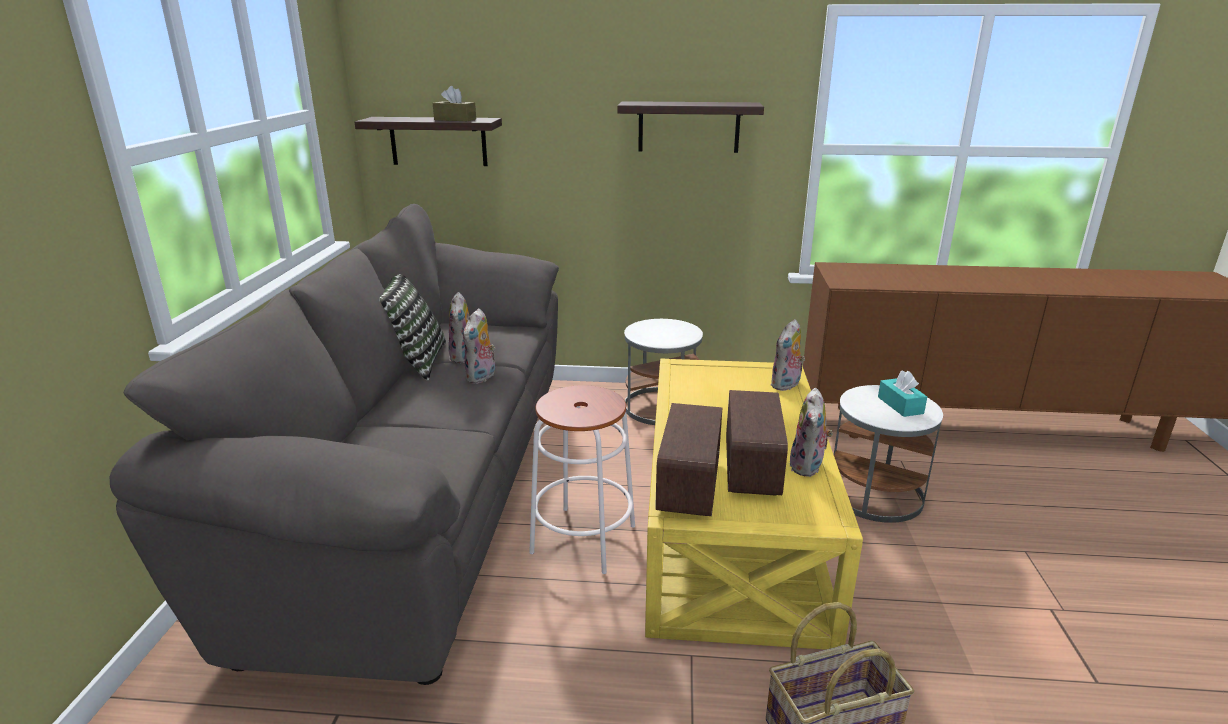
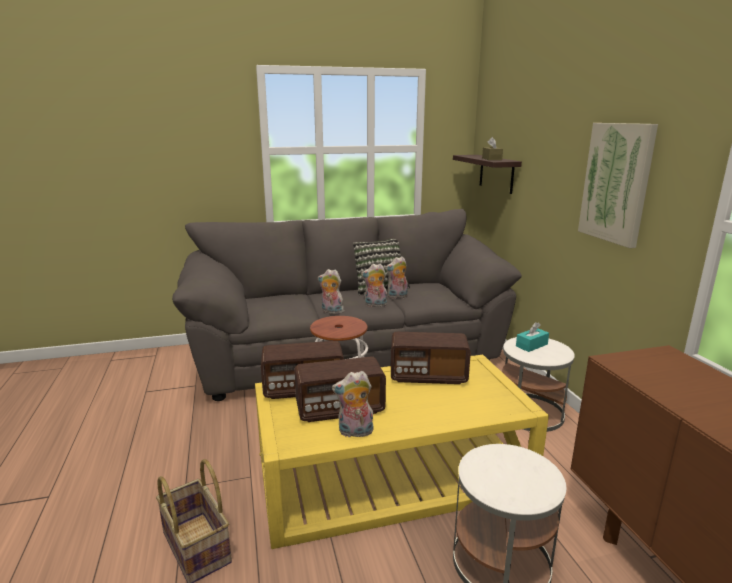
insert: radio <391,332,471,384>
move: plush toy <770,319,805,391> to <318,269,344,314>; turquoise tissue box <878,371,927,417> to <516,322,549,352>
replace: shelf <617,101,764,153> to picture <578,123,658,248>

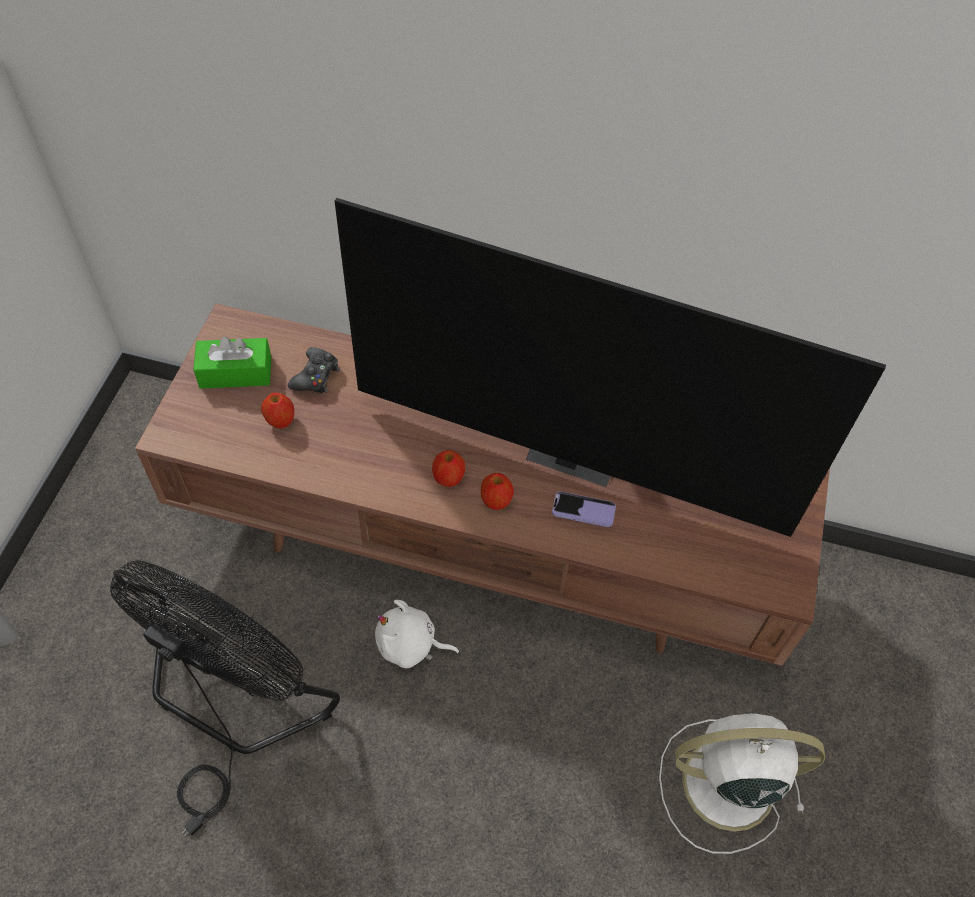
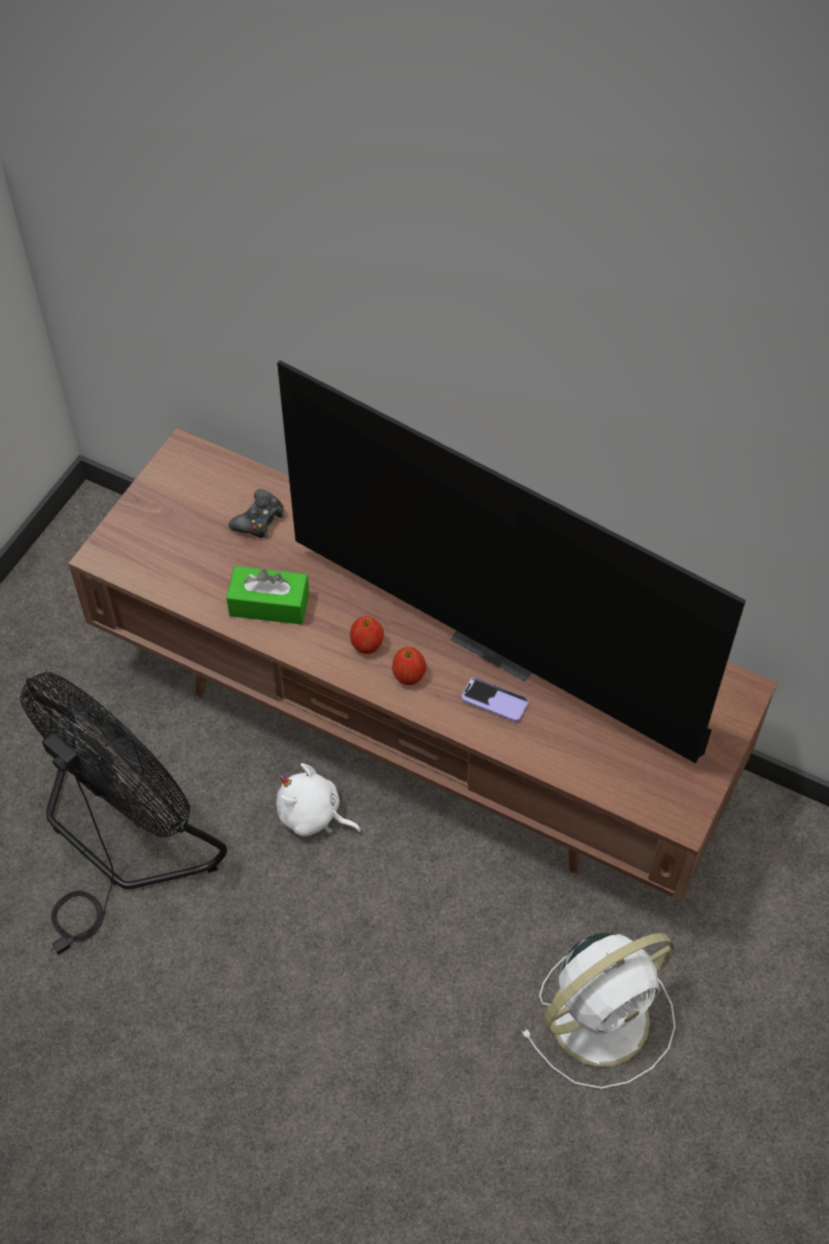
delete: apple <261,393,294,428>
move: green tissue box <193,336,271,389> to <226,566,309,625>
rotate: white fan <659,713,826,854> = <521,933,676,1089> 135 degrees clockwise

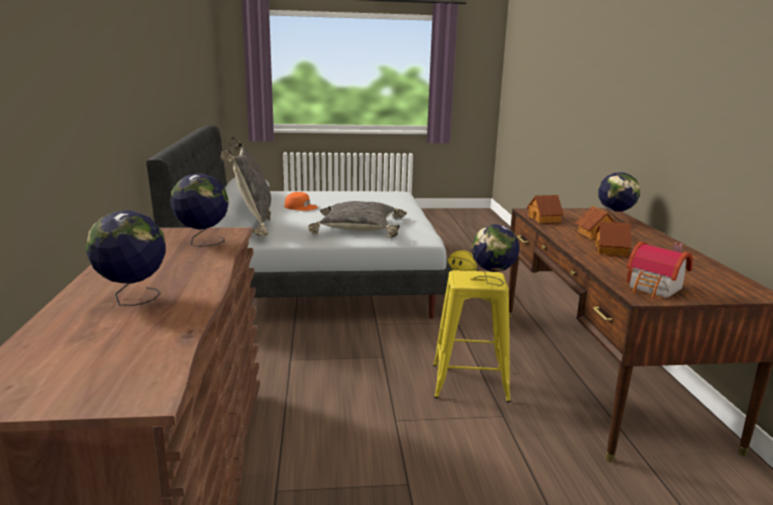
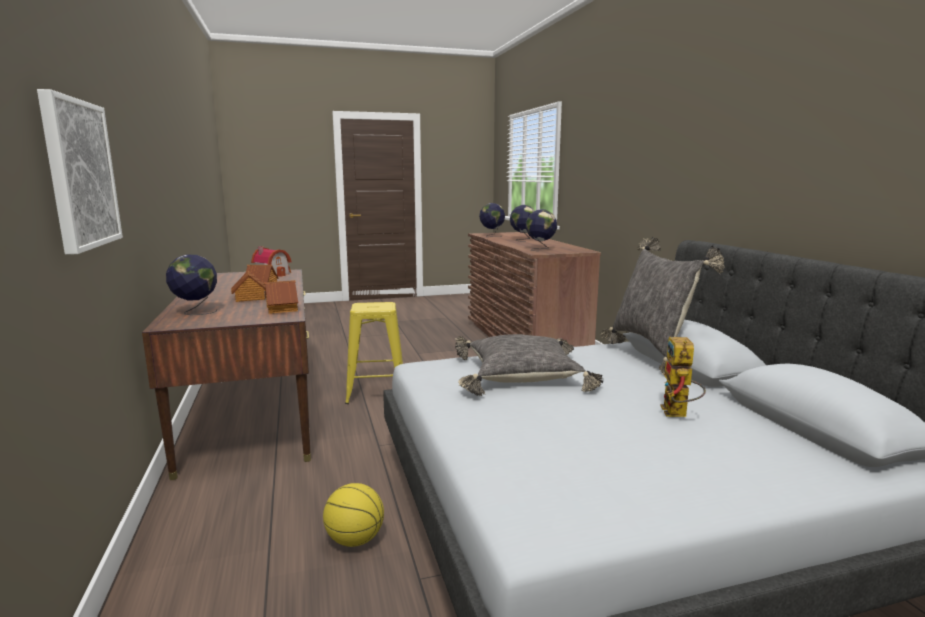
insert: picture <37,89,123,255>
move: globe <471,225,520,286> to <479,203,505,237>
replace: orange cap <285,192,318,211> to toy robot <660,337,706,417>

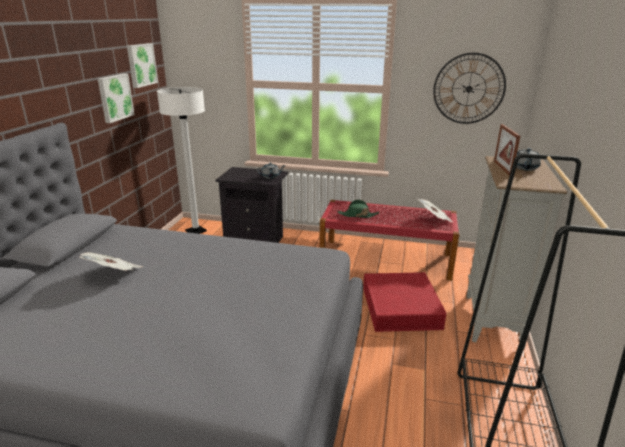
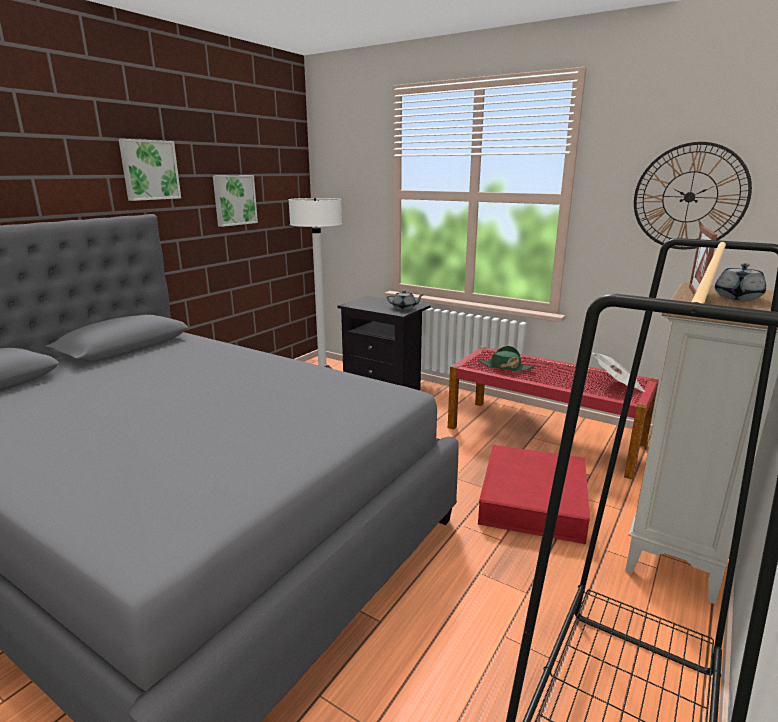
delete: newspaper <79,252,143,271>
move: picture <127,43,158,88> to <119,139,181,201>

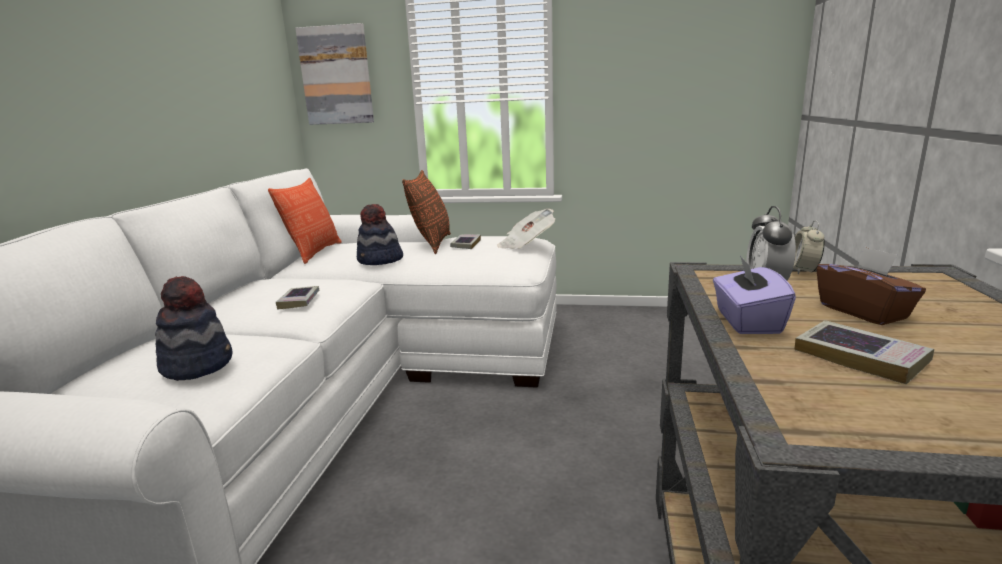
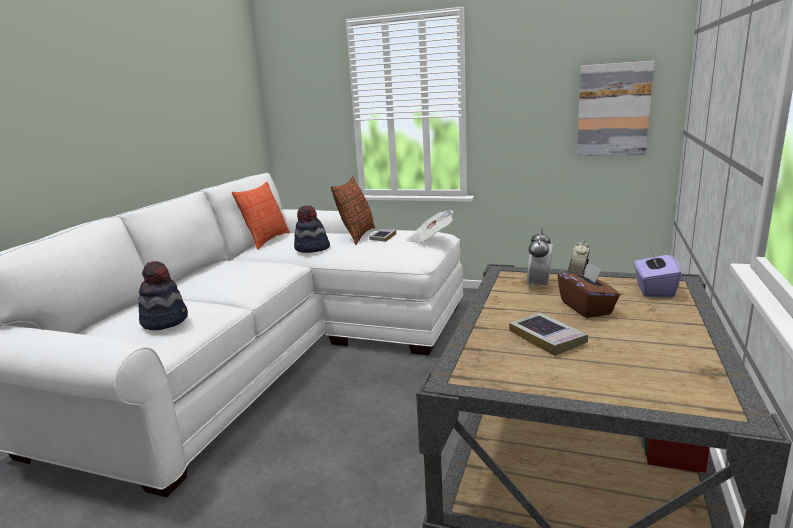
delete: book <276,286,319,309>
move: picture <295,23,374,125> to <576,61,655,156>; purple tissue box <713,255,796,334> to <634,246,681,298>

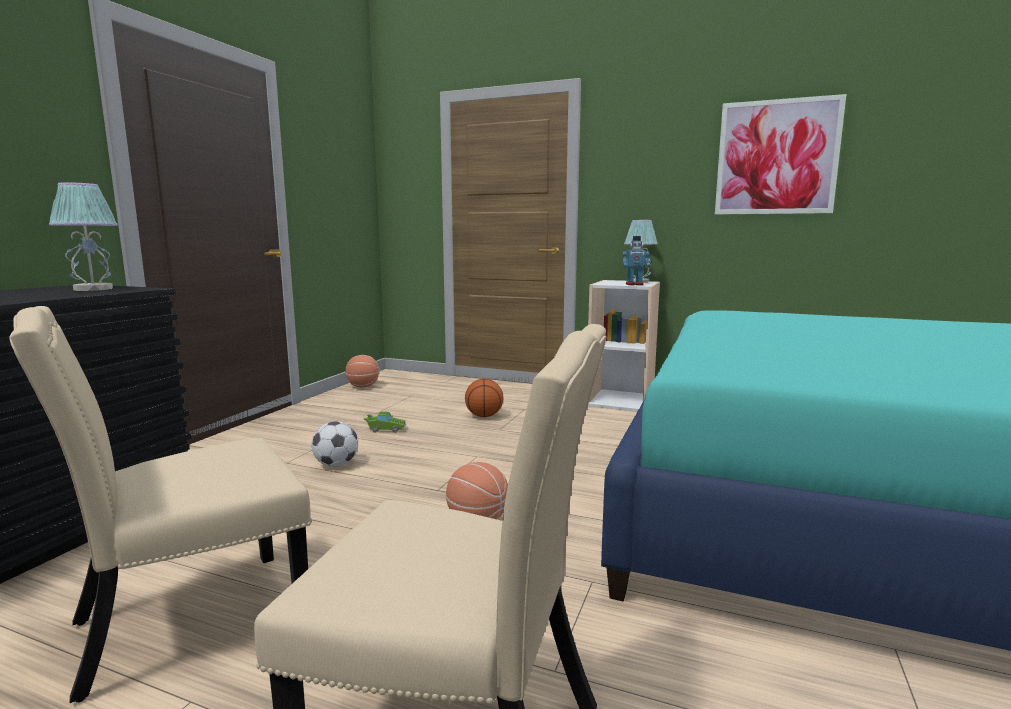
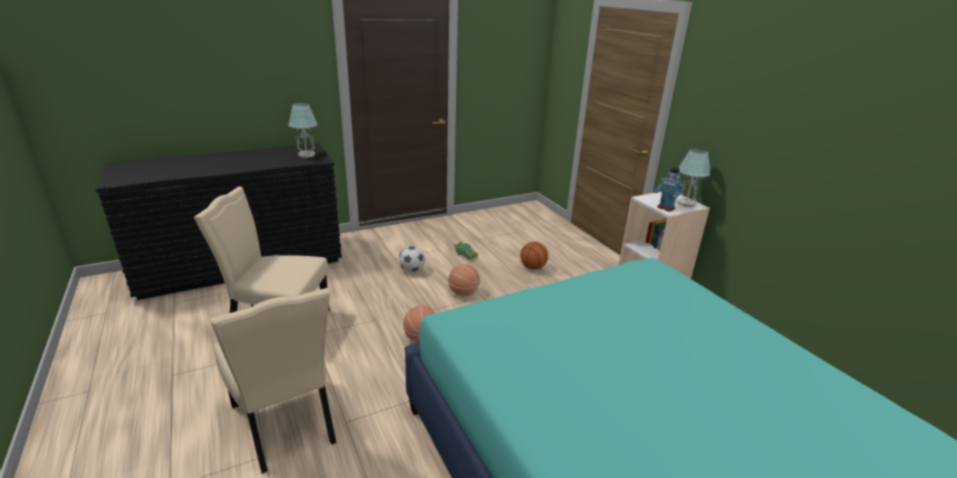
delete: picture <715,94,846,214>
move: basketball <345,355,379,388> to <448,264,480,296>

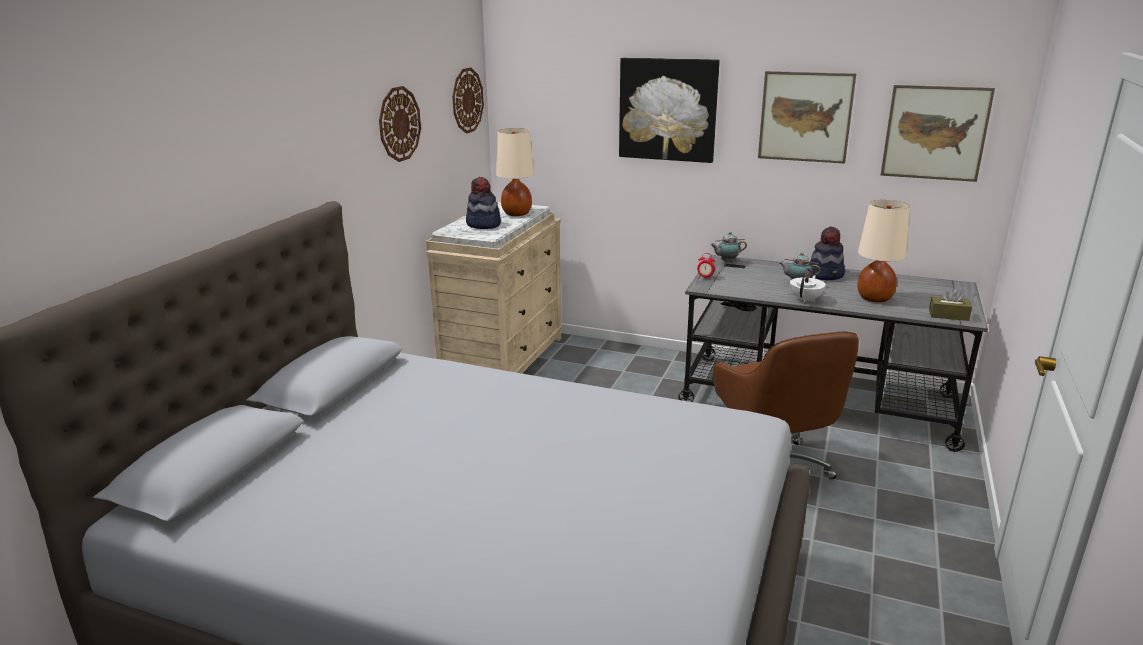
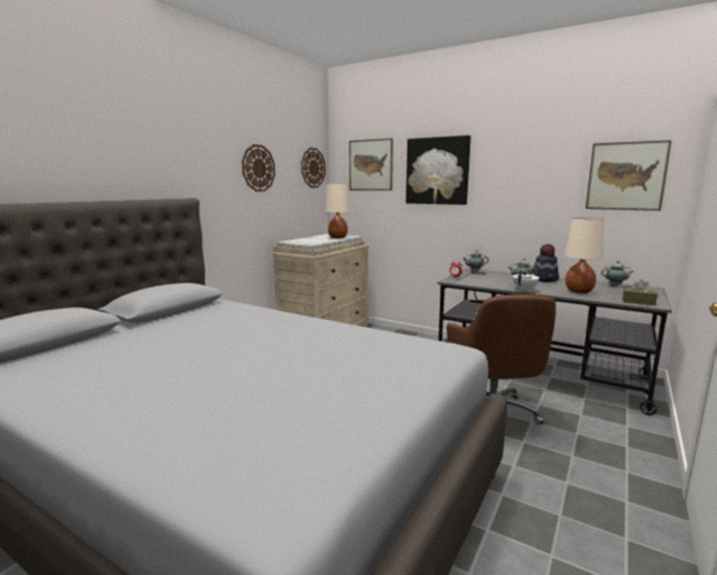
delete: hat <466,177,501,229>
insert: teapot <601,261,634,286>
move: picture <758,71,856,164> to <349,138,393,191>

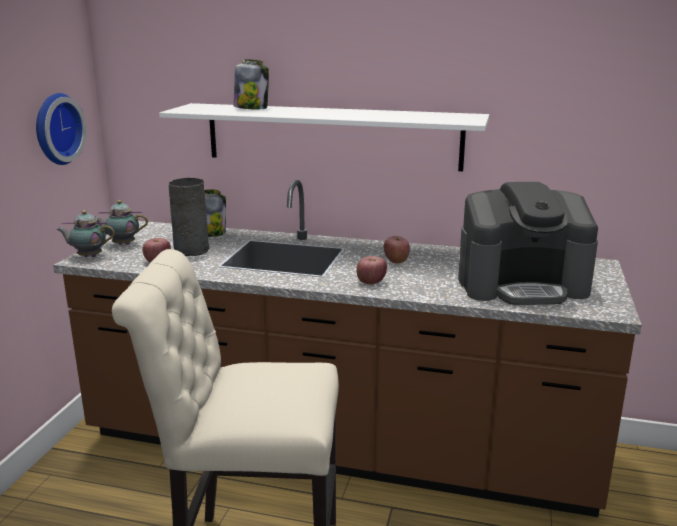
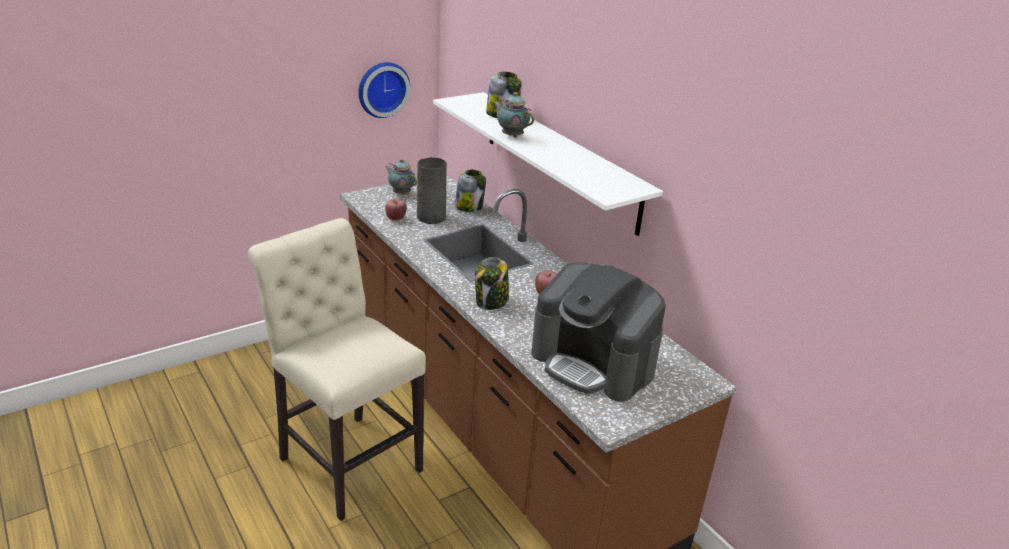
move: teapot <56,210,115,257> to <493,92,534,138>
replace: apple <356,256,387,285> to jar <475,257,509,310>

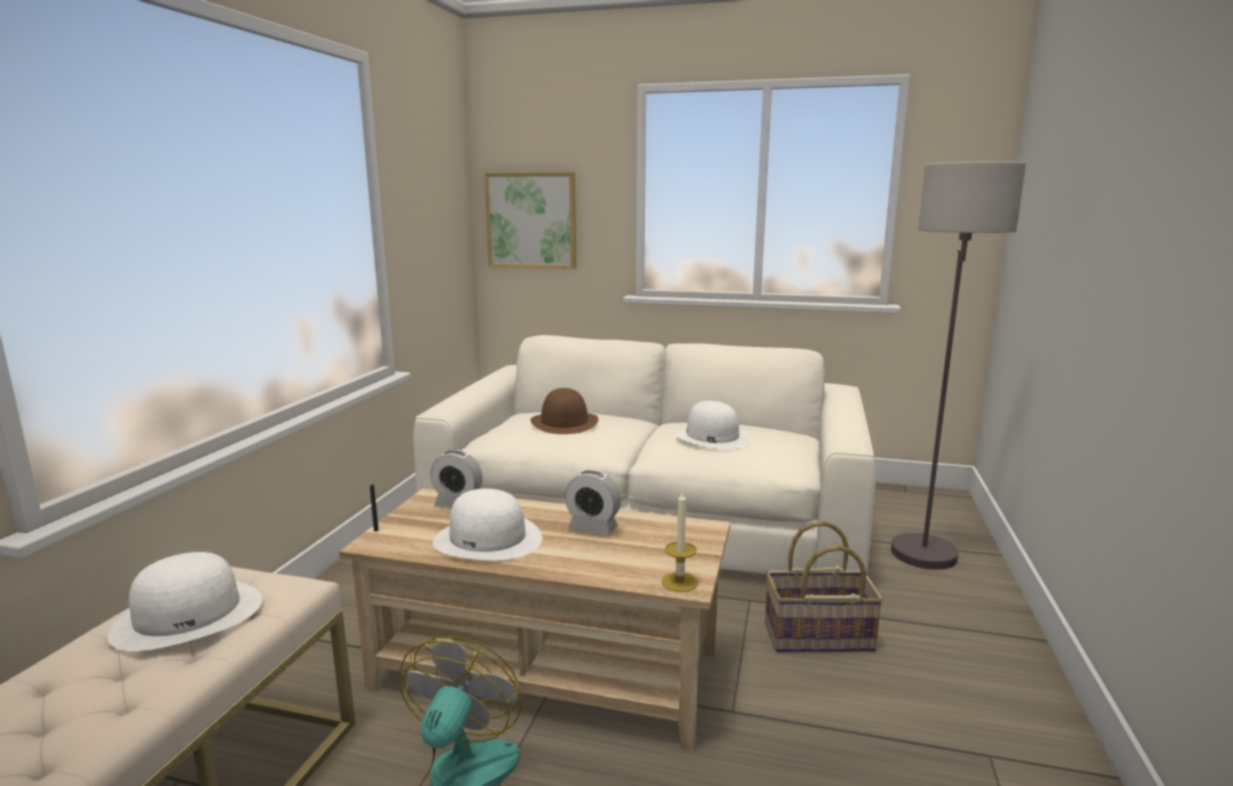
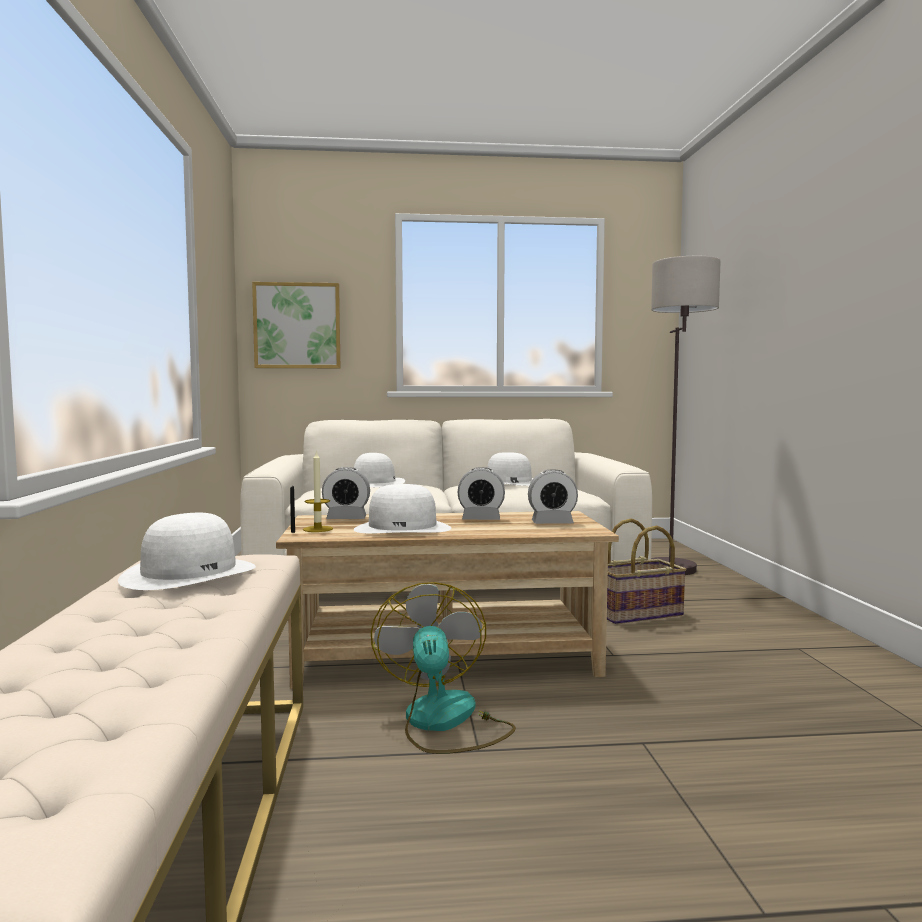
insert: alarm clock <528,469,578,524>
move: candle <662,490,699,592> to <303,450,333,532>
recolor: brown hat <530,388,598,434> to white hat <354,453,405,487>

